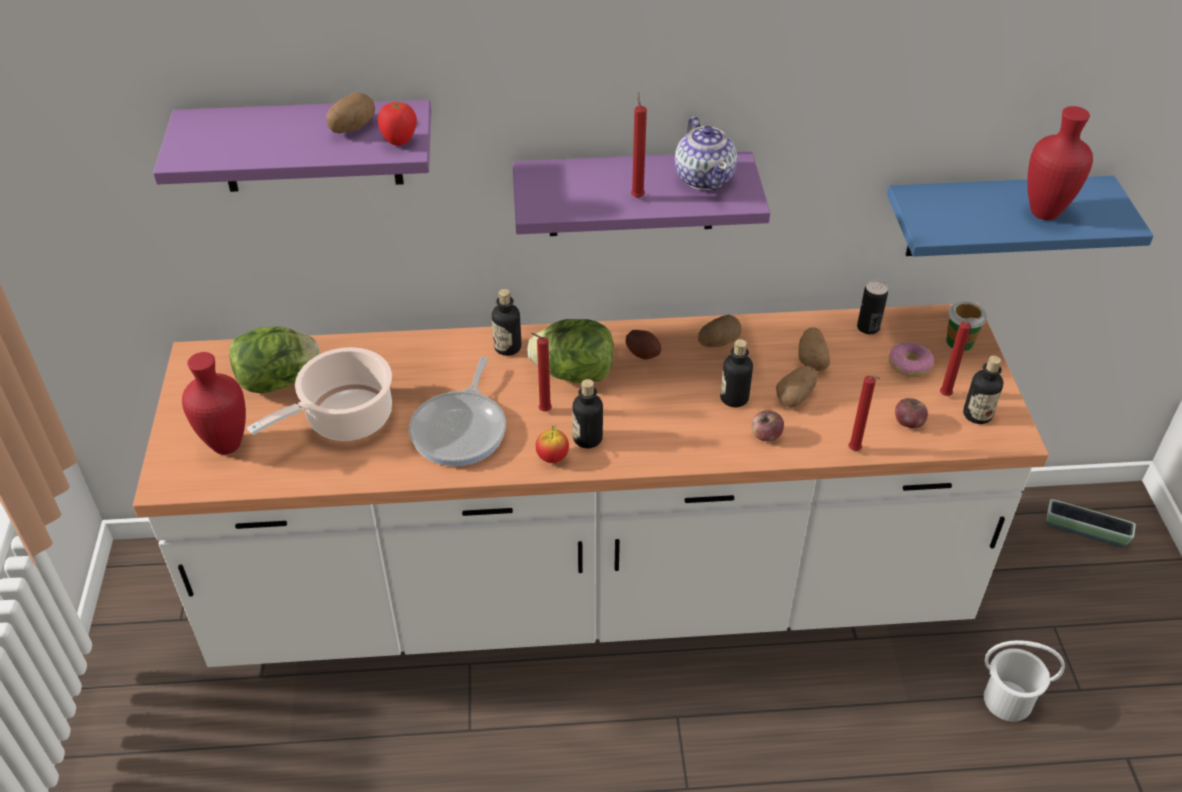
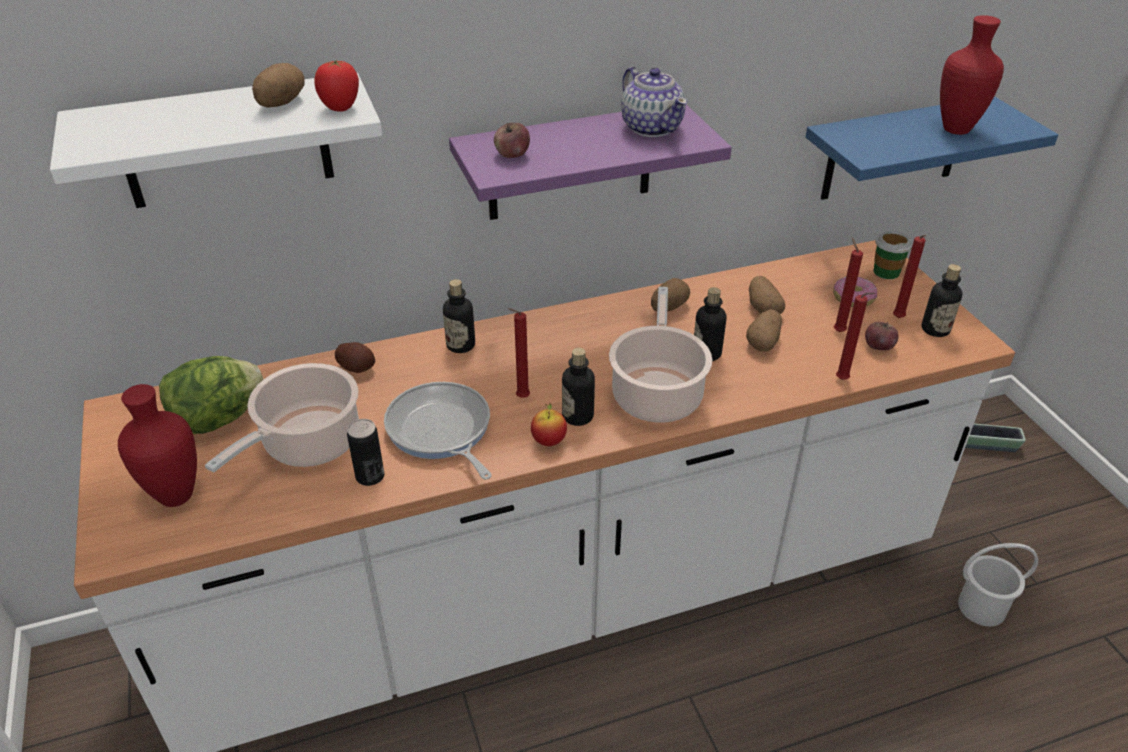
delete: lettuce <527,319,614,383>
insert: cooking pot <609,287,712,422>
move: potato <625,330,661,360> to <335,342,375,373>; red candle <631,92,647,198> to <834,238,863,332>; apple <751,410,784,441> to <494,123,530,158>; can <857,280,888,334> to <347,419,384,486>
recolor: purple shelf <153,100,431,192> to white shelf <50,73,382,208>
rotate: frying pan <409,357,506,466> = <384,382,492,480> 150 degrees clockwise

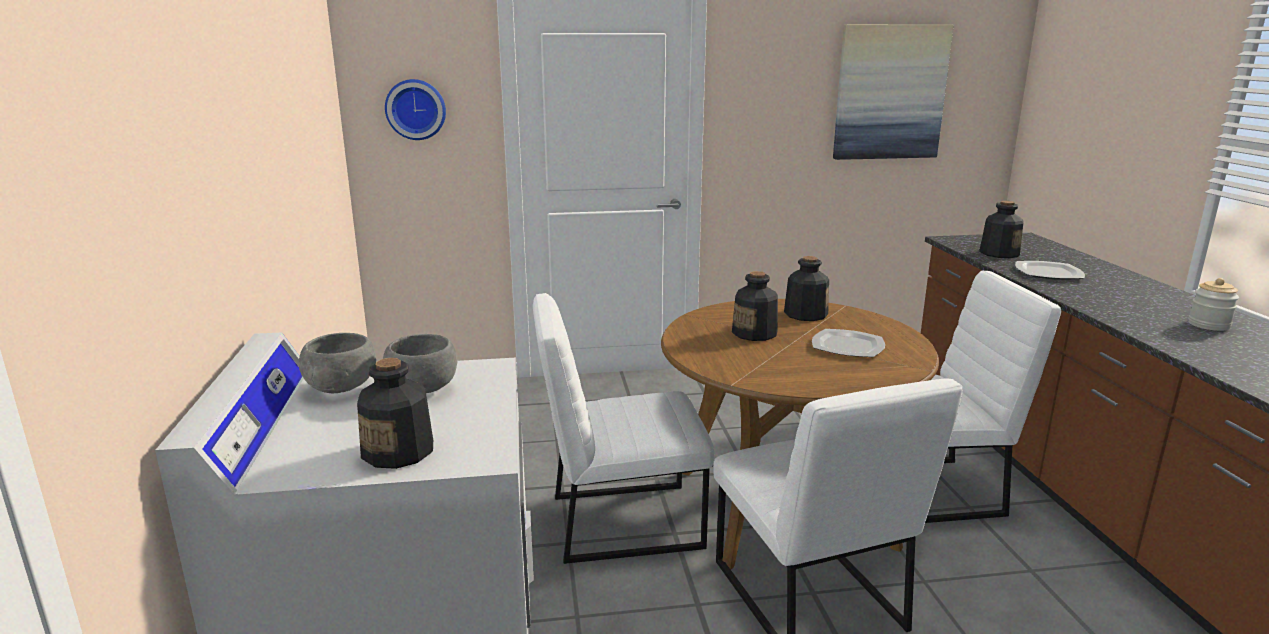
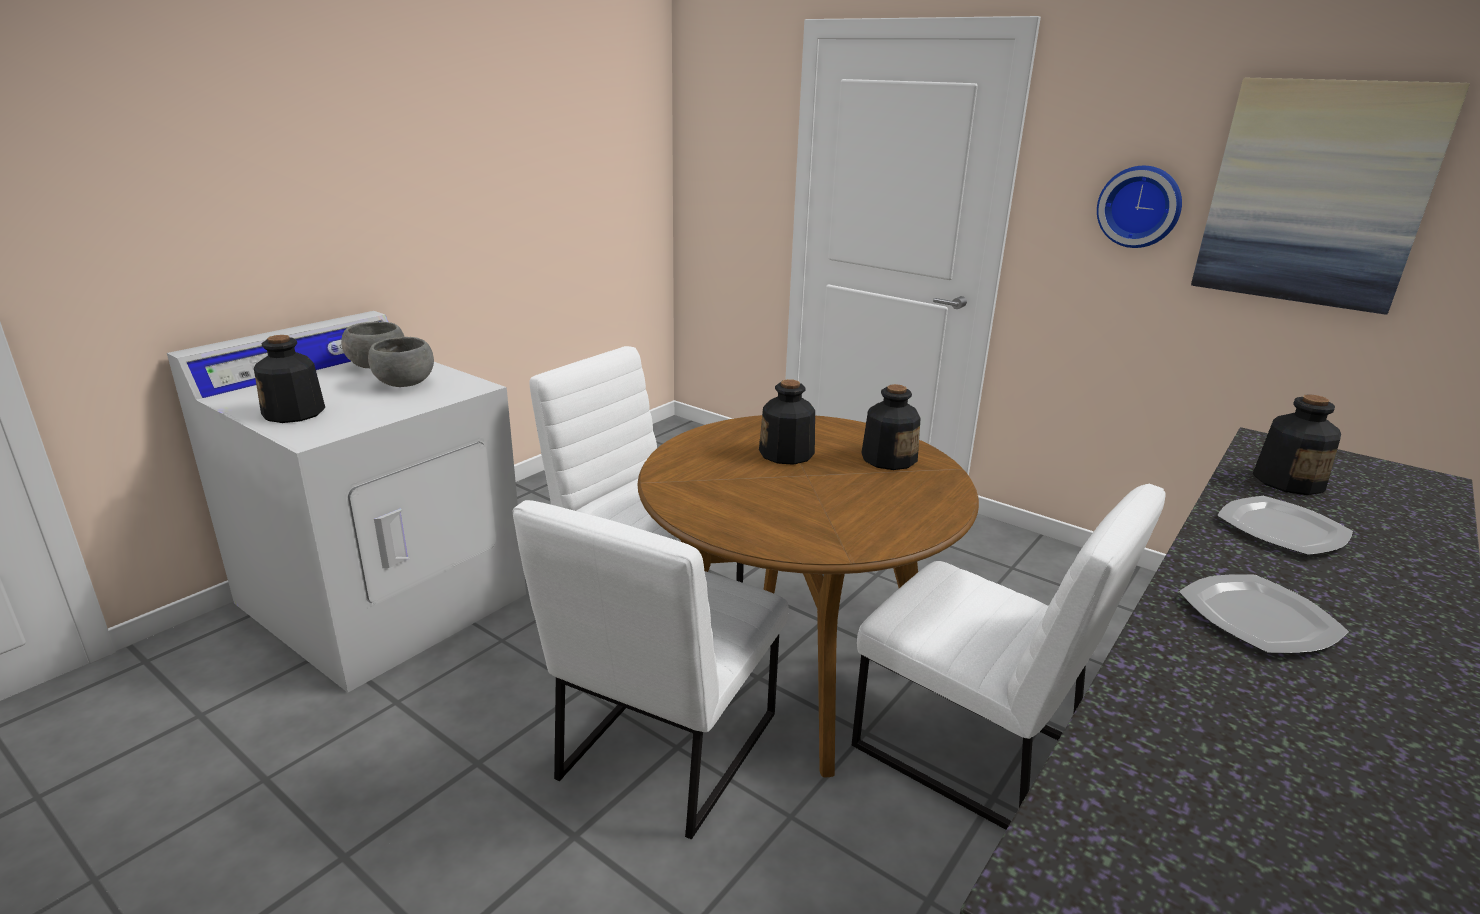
delete: jar <1188,278,1239,331>
move: wall clock <385,79,446,140> to <1097,166,1182,248>; plate <812,329,885,357> to <1179,575,1349,653>

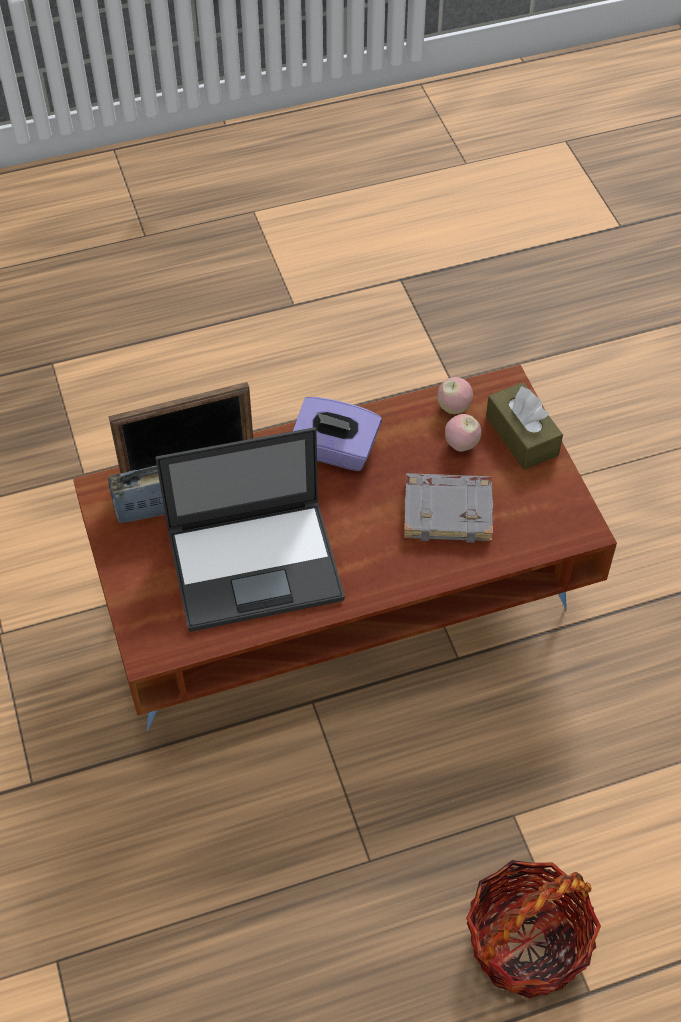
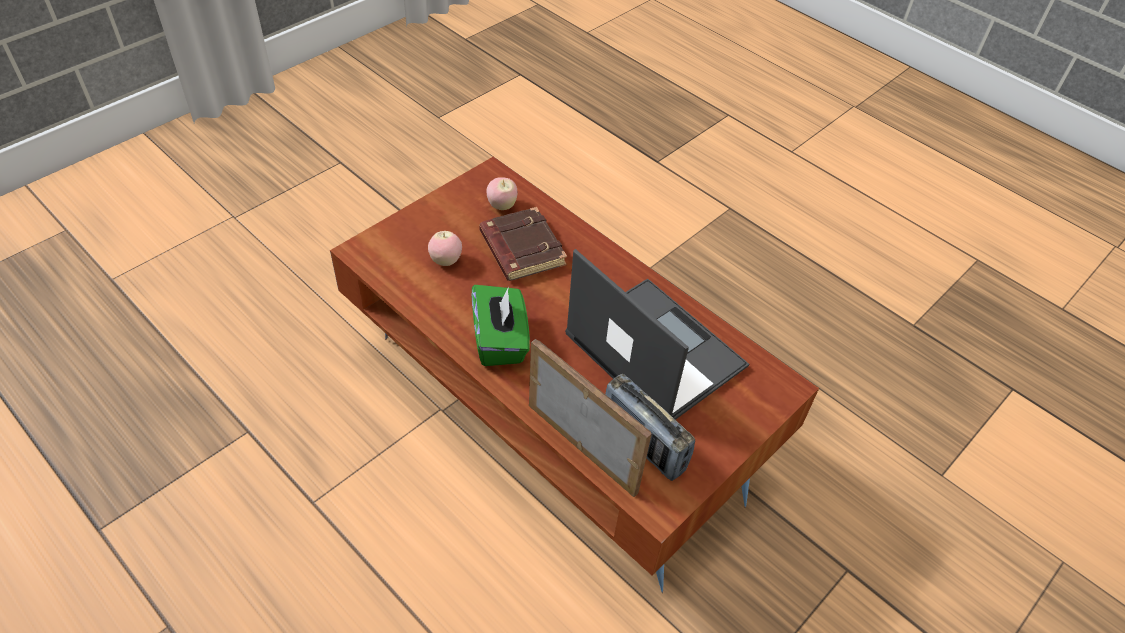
delete: basket <466,860,601,999>; brown tissue box <486,382,563,470>
move: apple <437,377,473,414> to <486,177,518,210>
recolor: purple tissue box <293,397,382,471> to green tissue box <471,285,530,366>; grey book <404,473,493,543> to brown book <479,207,567,281>

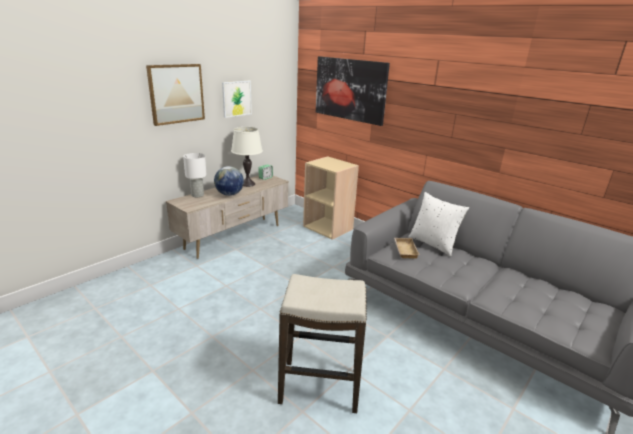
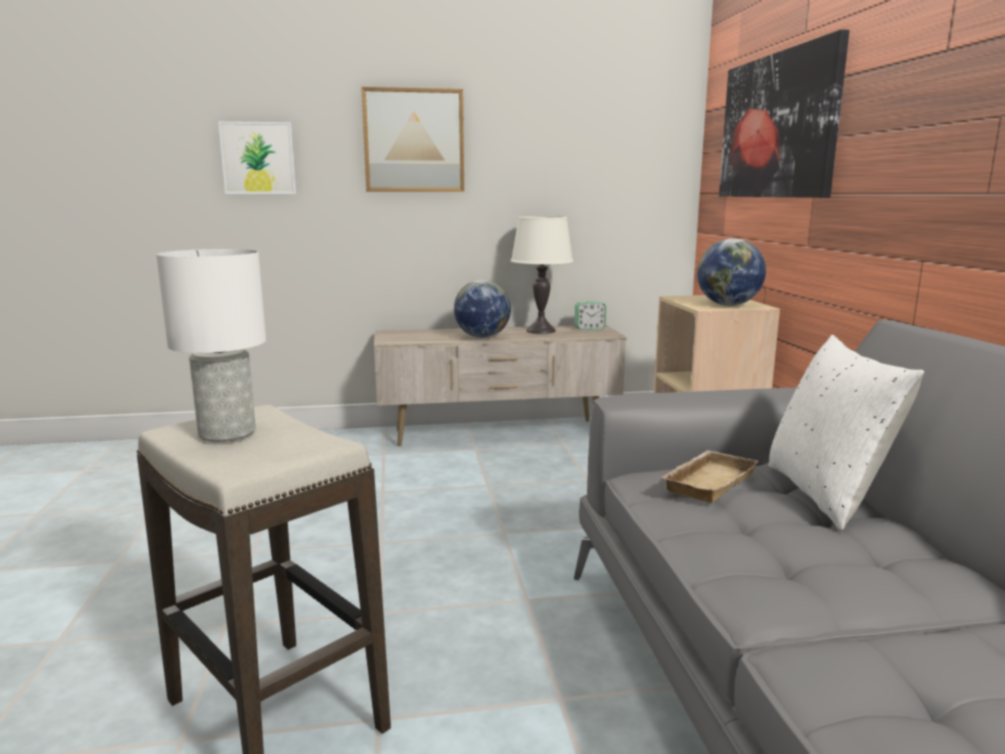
insert: globe <697,238,766,306>
move: white table lamp <183,153,207,197> to <156,249,266,442>; picture <222,81,252,118> to <218,121,297,194>

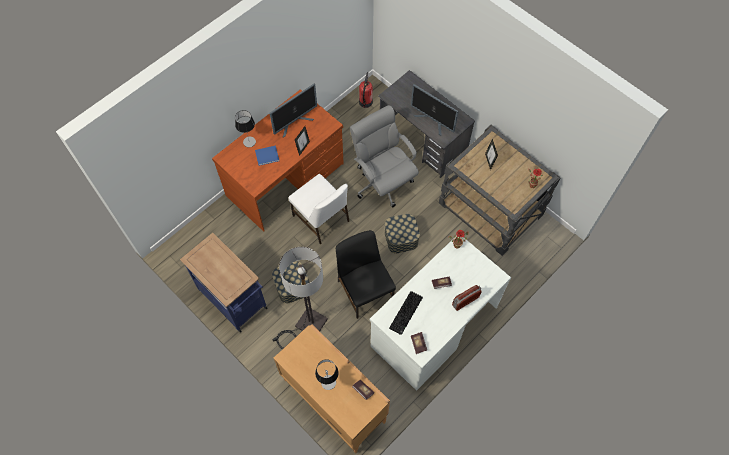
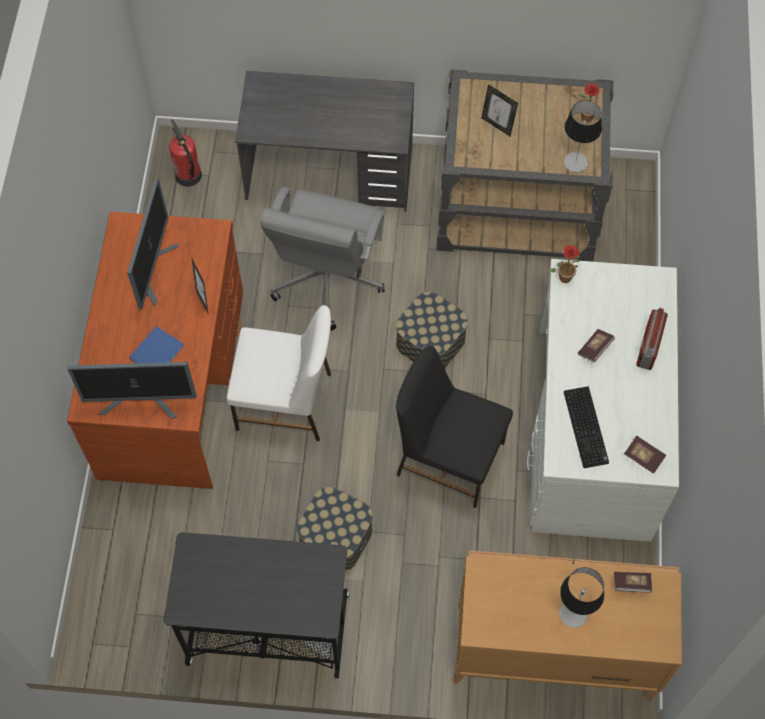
delete: floor lamp <272,247,328,349>
move: table lamp <235,110,256,147> to <564,101,602,172>; monitor <411,84,459,136> to <67,362,197,419>
replace: blue cart <180,233,267,333> to black desk <163,532,350,679>
rotate: grey office chair <350,105,419,207> = <260,187,384,331> 90 degrees counterclockwise

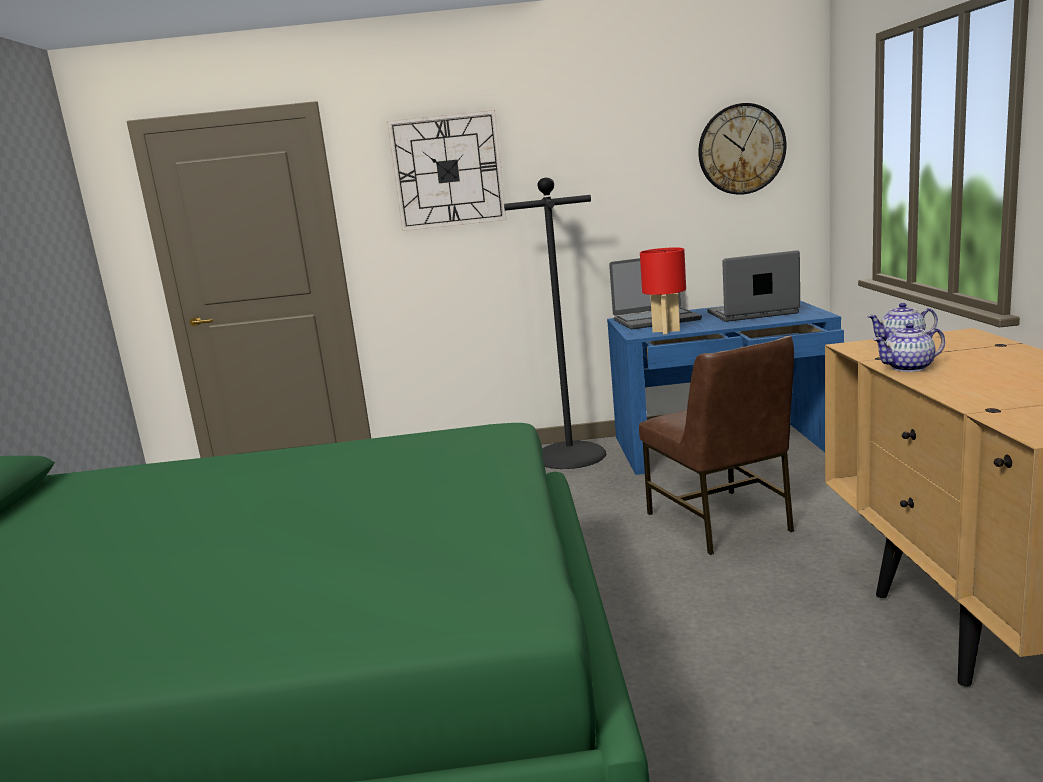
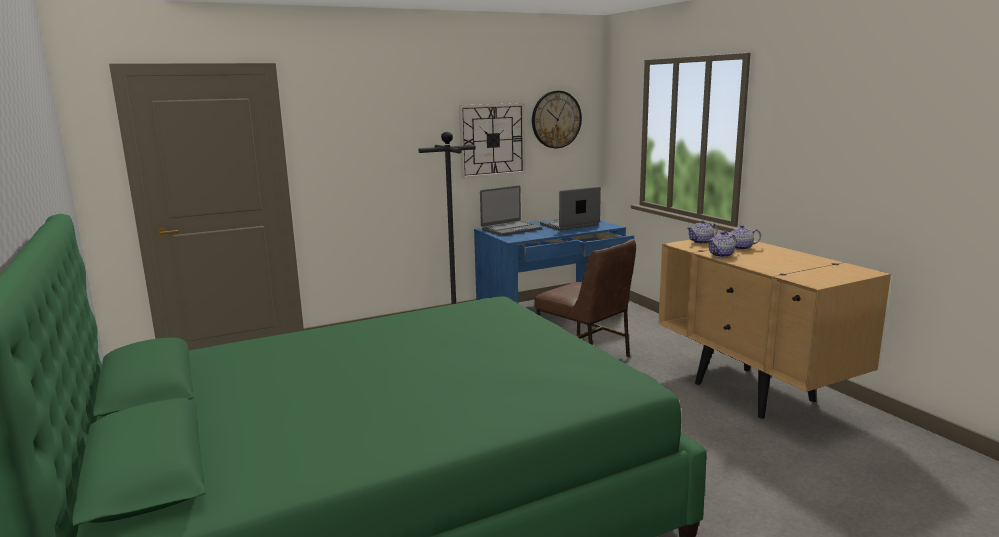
delete: red table lamp <640,247,686,334>
insert: teapot <722,225,761,250>
move: wall clock <387,110,507,231> to <459,103,525,179>

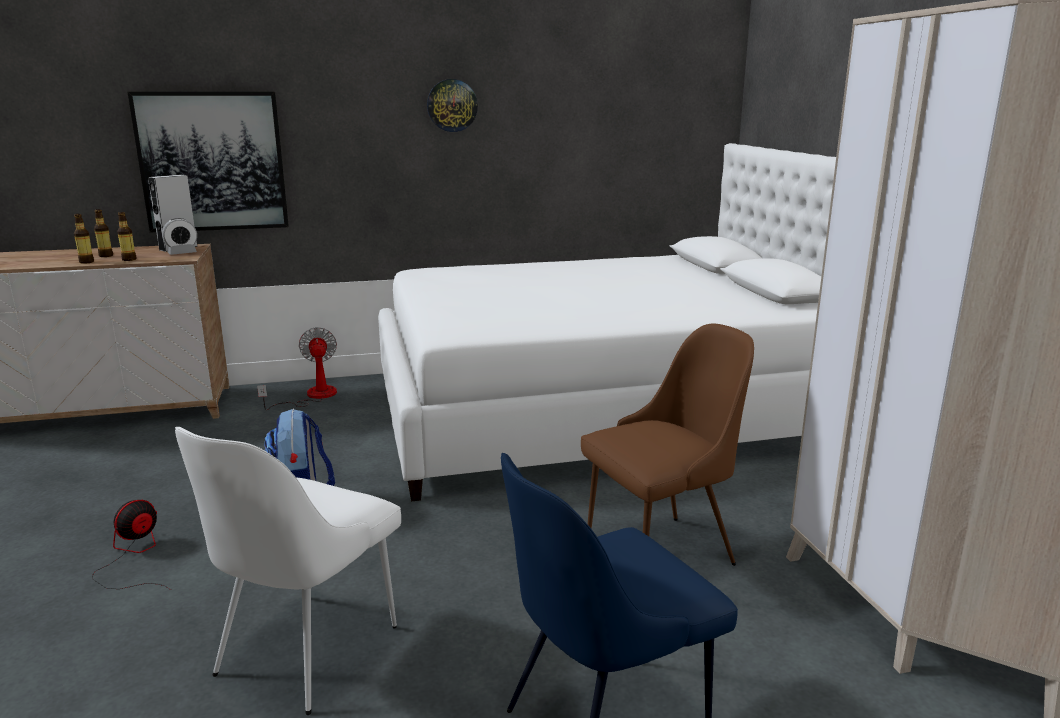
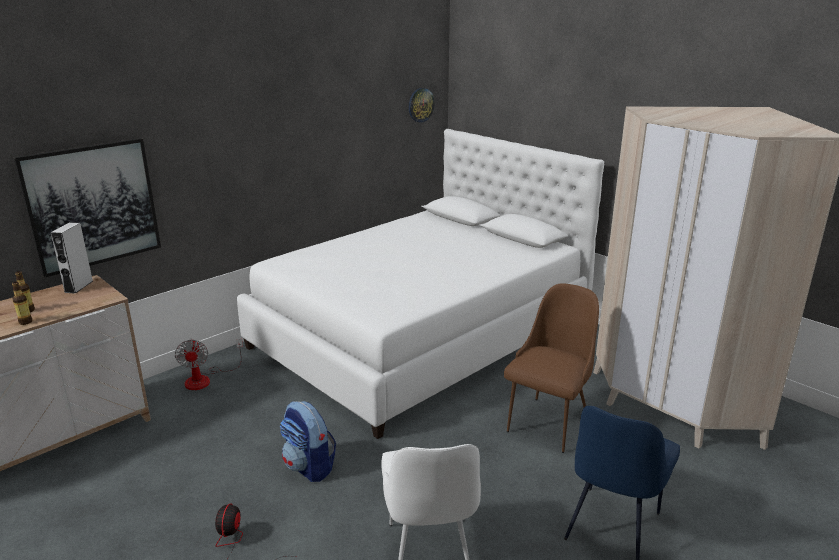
delete: bottle <117,212,137,261>; alarm clock <162,218,197,255>
move: wall clock <427,79,478,132> to <409,88,435,123>
rotate: fan <257,327,337,410> = <175,339,243,390> 150 degrees counterclockwise

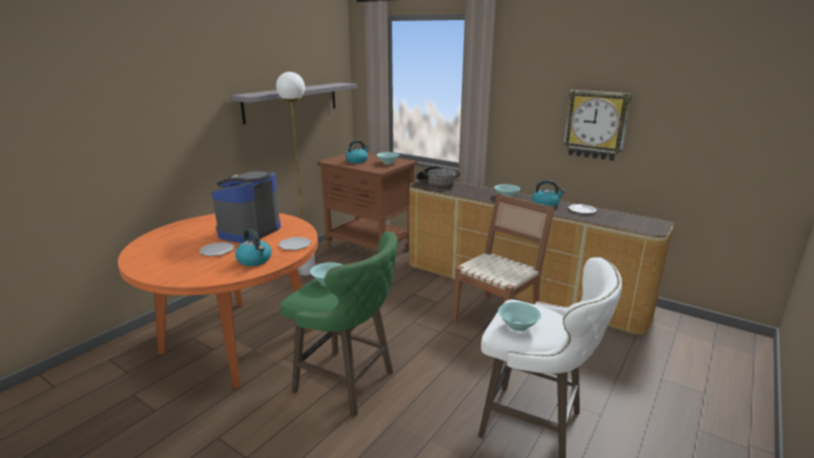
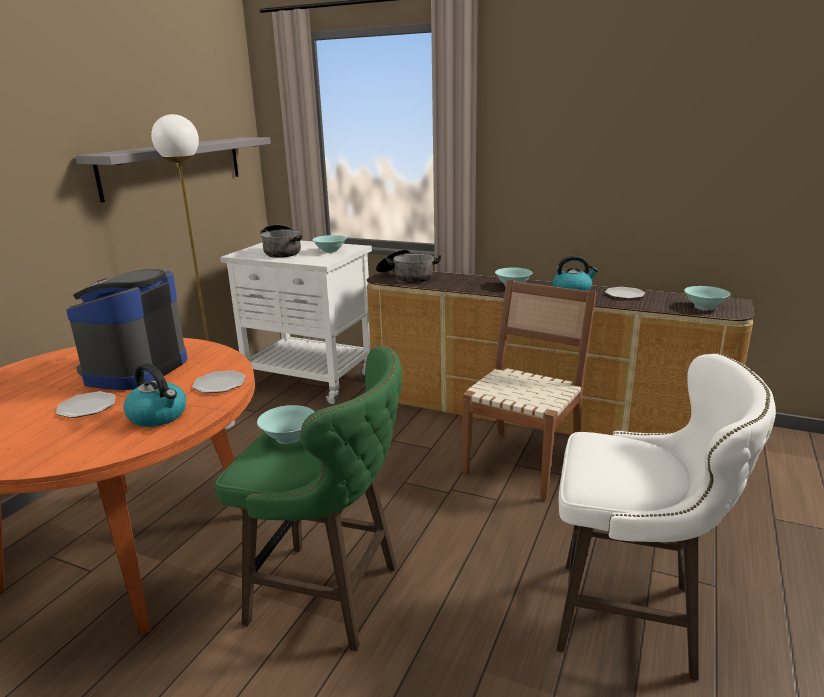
delete: wall clock <563,90,632,161>
move: turquoise bowl <498,302,541,331> to <684,286,731,310>
replace: kettle <346,140,369,163> to cooking pot <260,225,302,258>
recolor: brown cart <317,153,417,251> to white cart <220,240,372,405>

